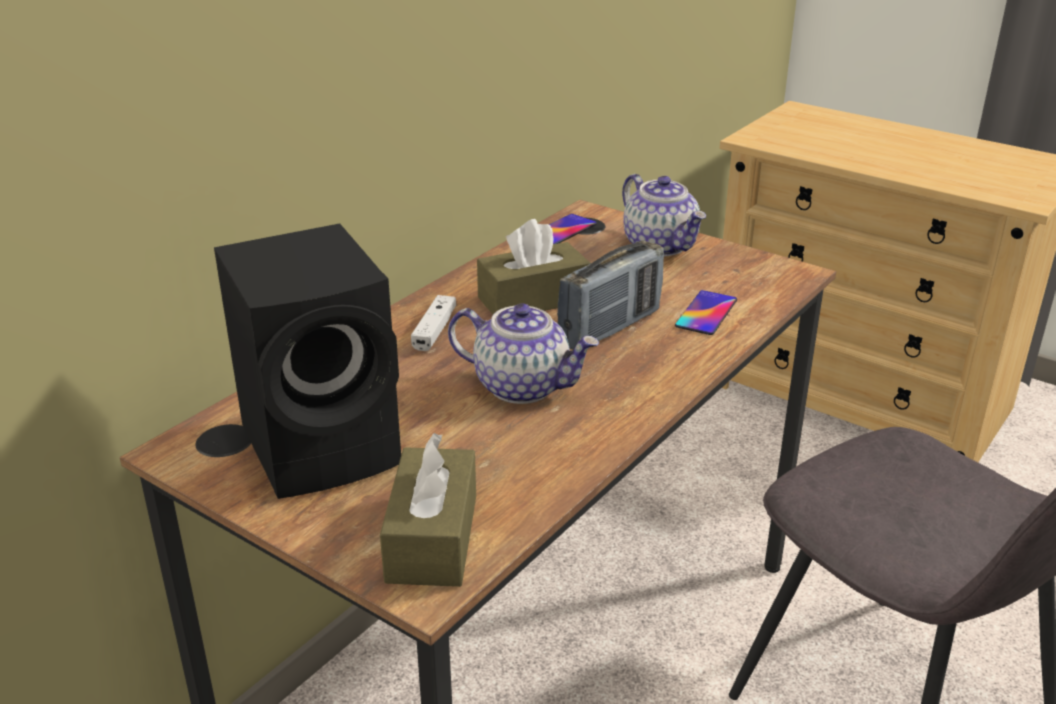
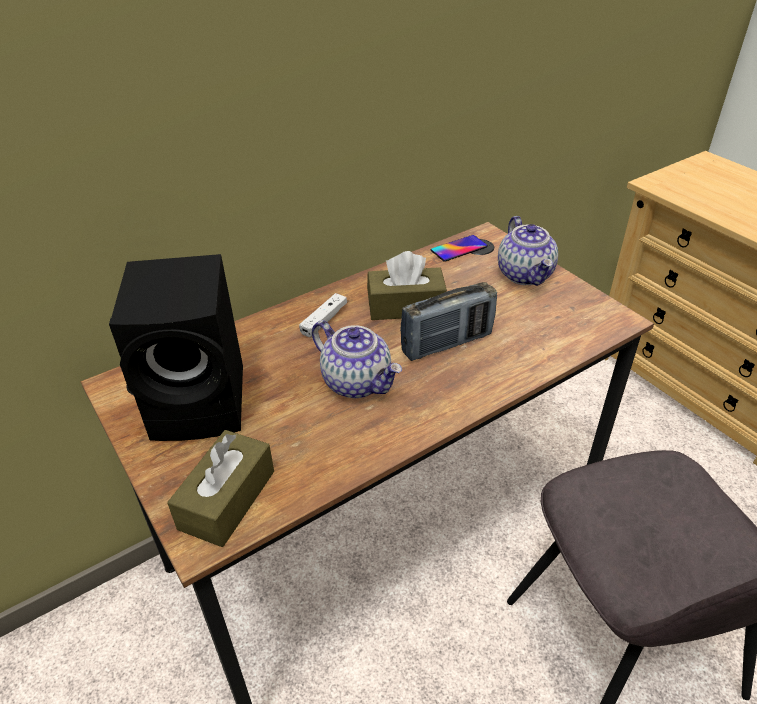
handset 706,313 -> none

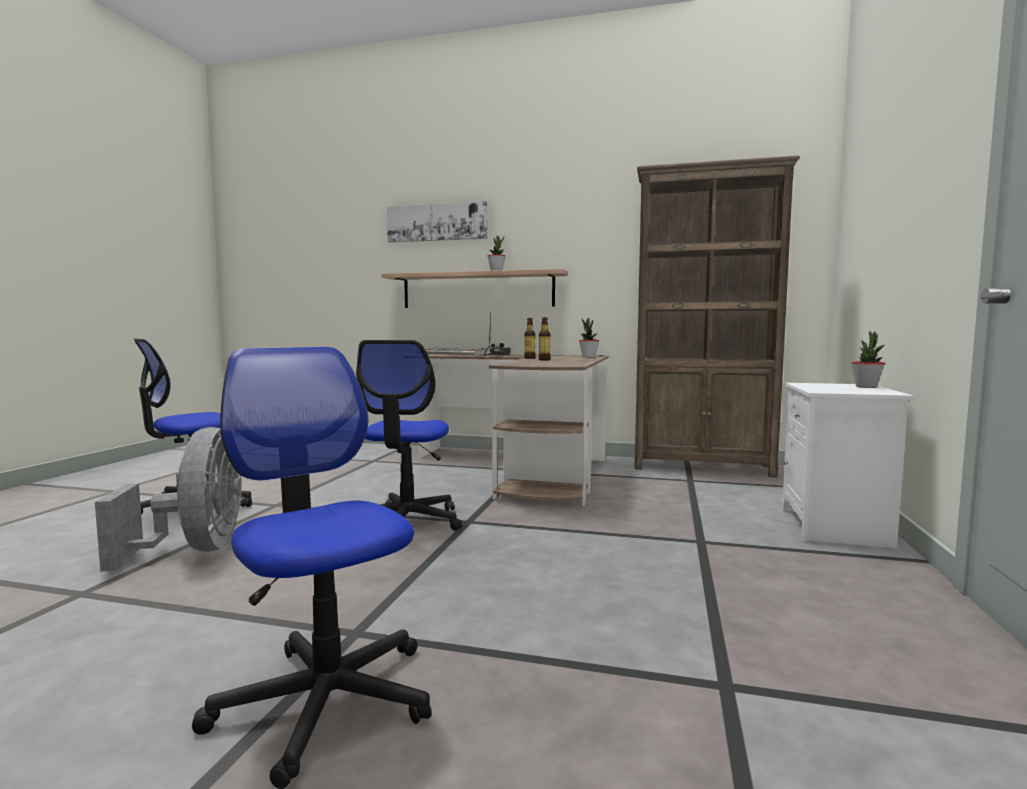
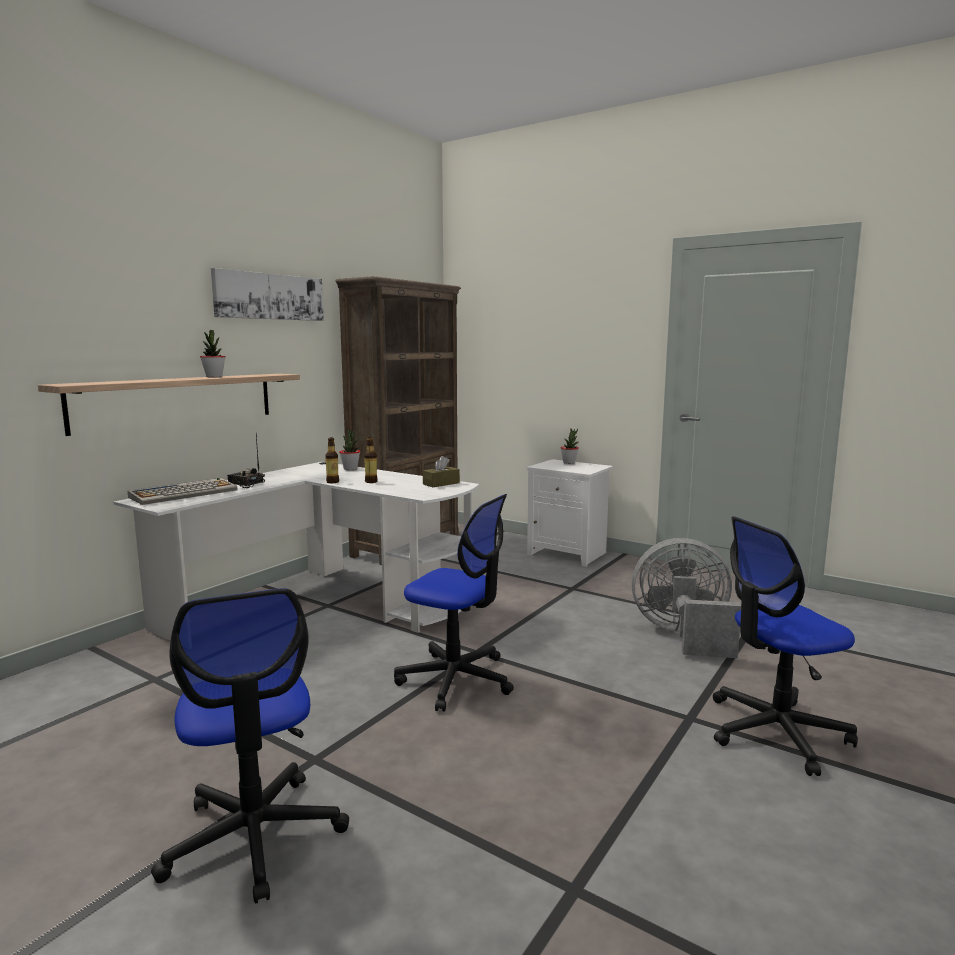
wall art 437,222 -> wall art 269,296, moved
brown desk 524,468 -> whitish desk 323,602
gray cooling fan 196,550 -> gray cooling fan 683,636, moved
none -> brown tissue box 441,483

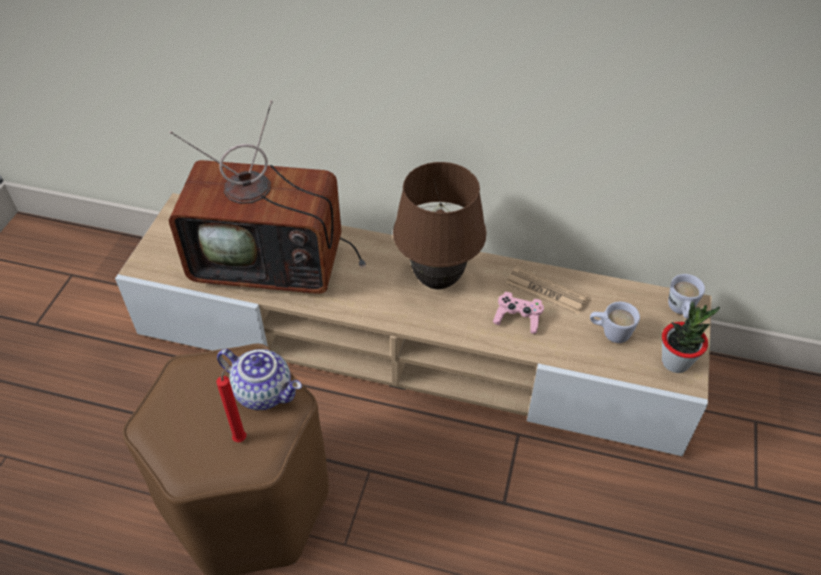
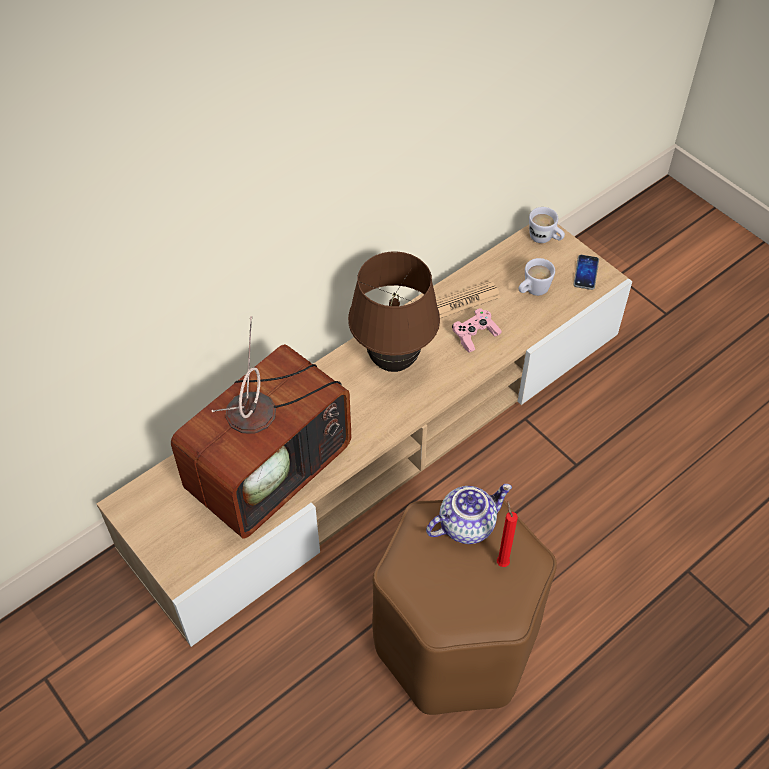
potted plant 675,362 -> handset 586,273

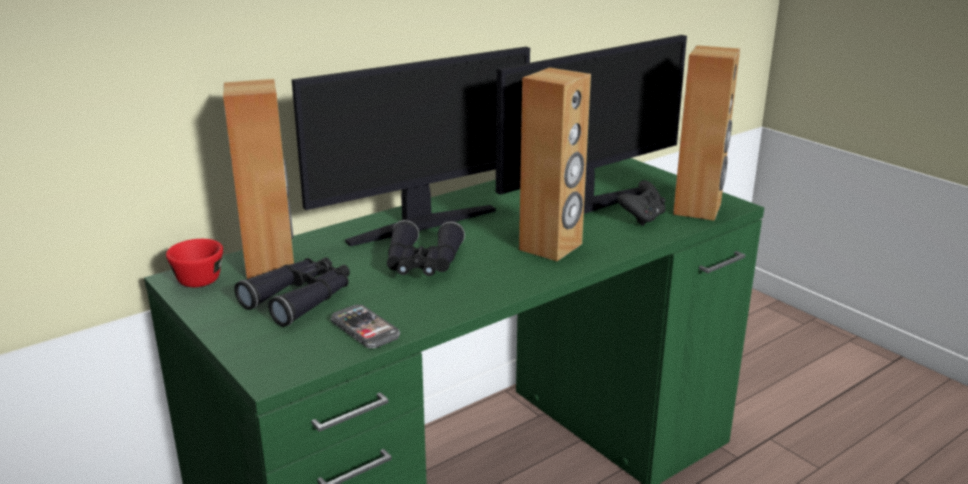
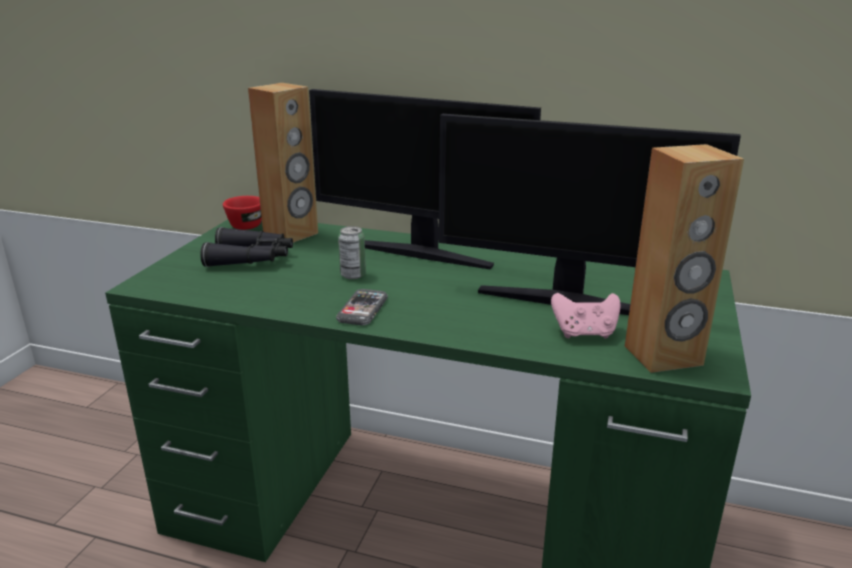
brown loudspeaker 551,247 -> none
black-coloured joypad 642,219 -> pink-coloured joypad 584,333
black-coloured binoculars 423,263 -> sealed can 353,275
handset 365,329 -> handset 362,309, moved

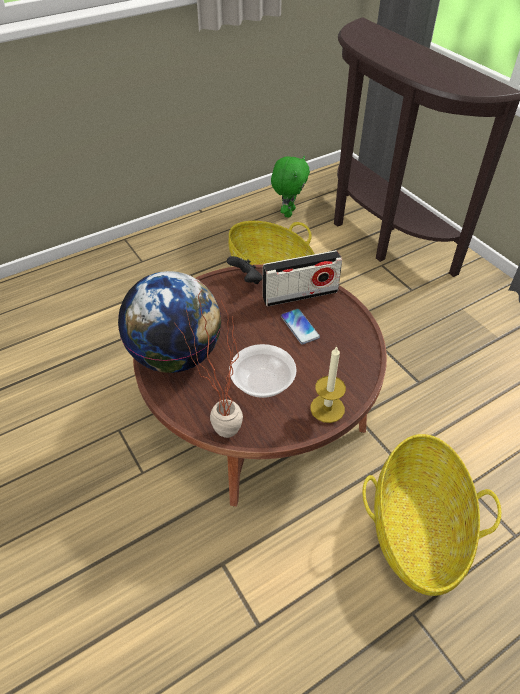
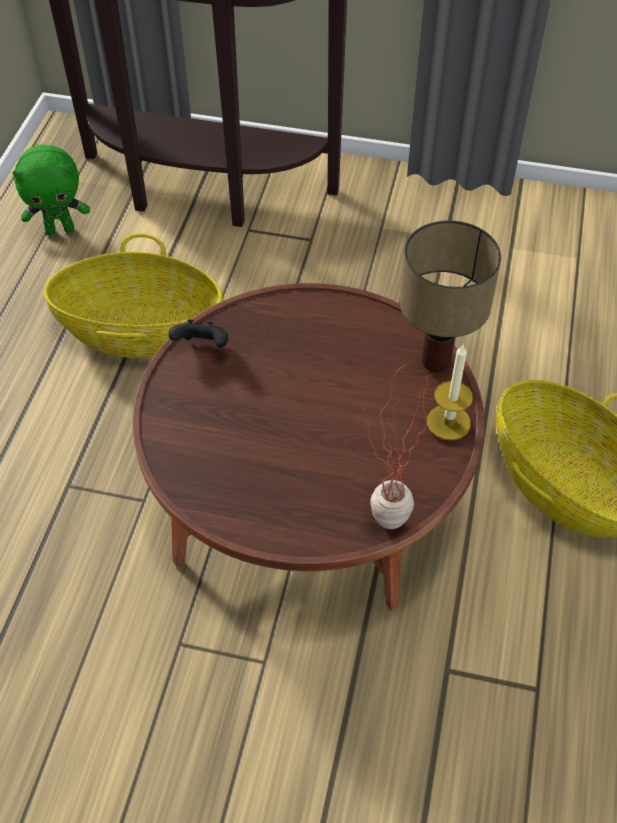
green soft toy 288,212 -> green soft toy 60,229, 105 degrees clockwise
radio set 300,295 -> none
desk globe 176,356 -> none
handset 300,327 -> none
bowl 263,382 -> none
none -> table lamp 437,362

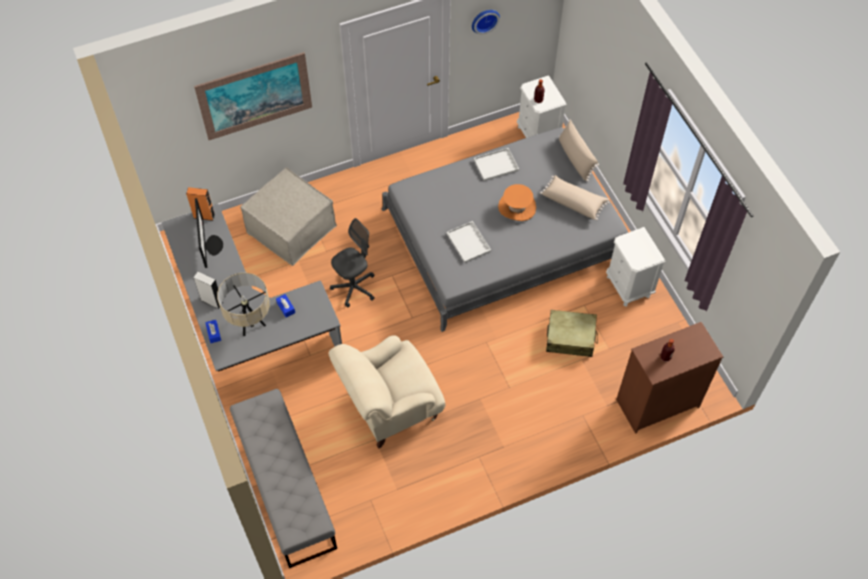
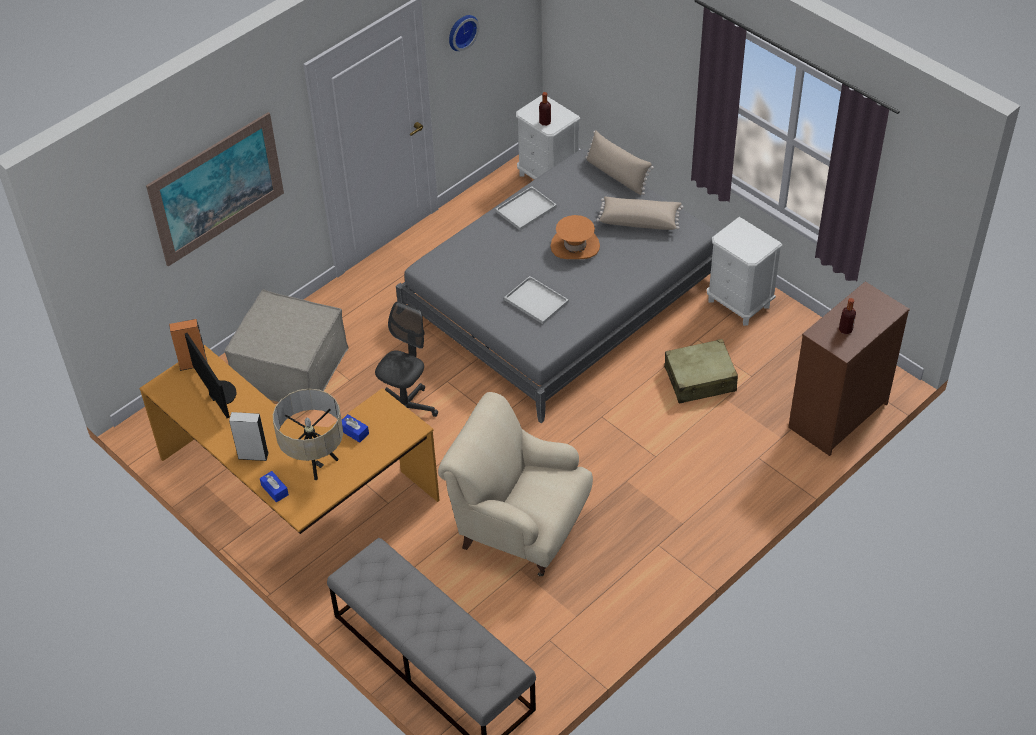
gray desk 249,331 -> orange-coloured desk 294,502
beige-coloured lounge chair 390,407 -> beige-coloured lounge chair 519,527, 75 degrees clockwise

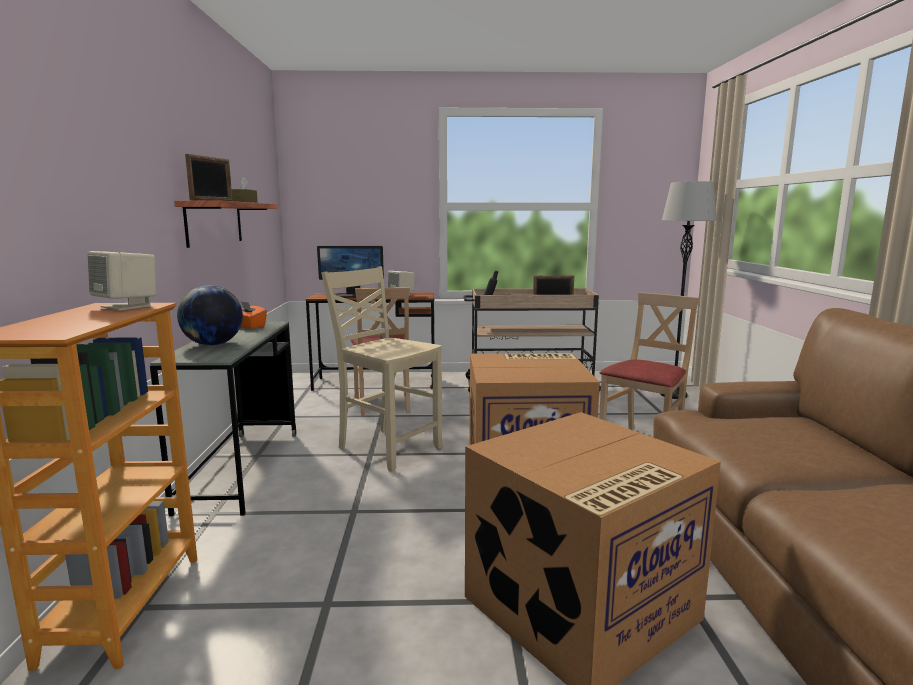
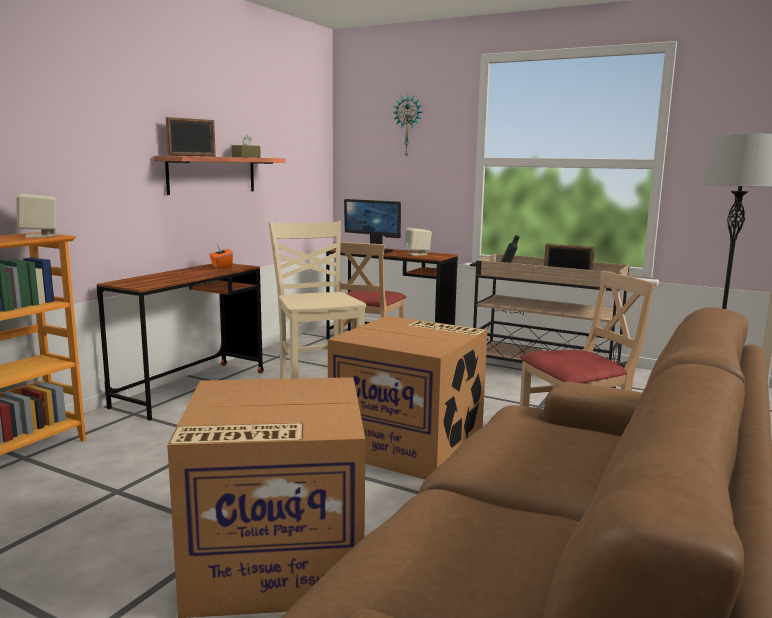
desk globe 213,344 -> none
gray desk 242,469 -> brown desk 191,389
none -> hanging clock 408,126

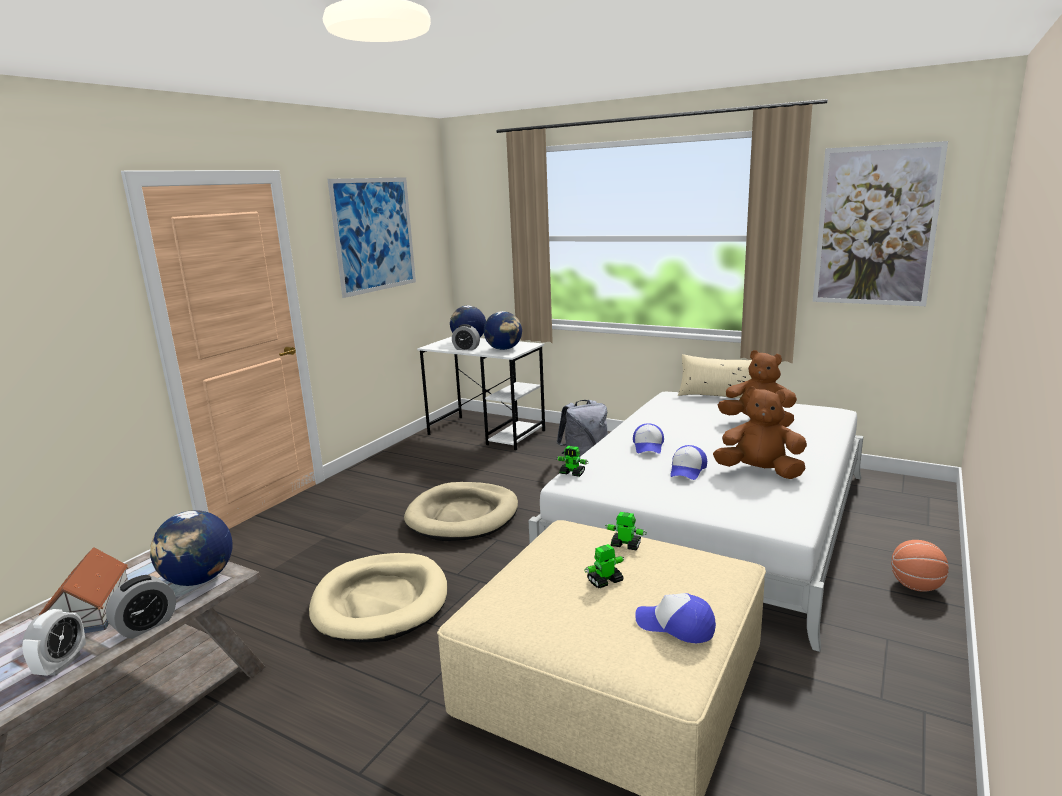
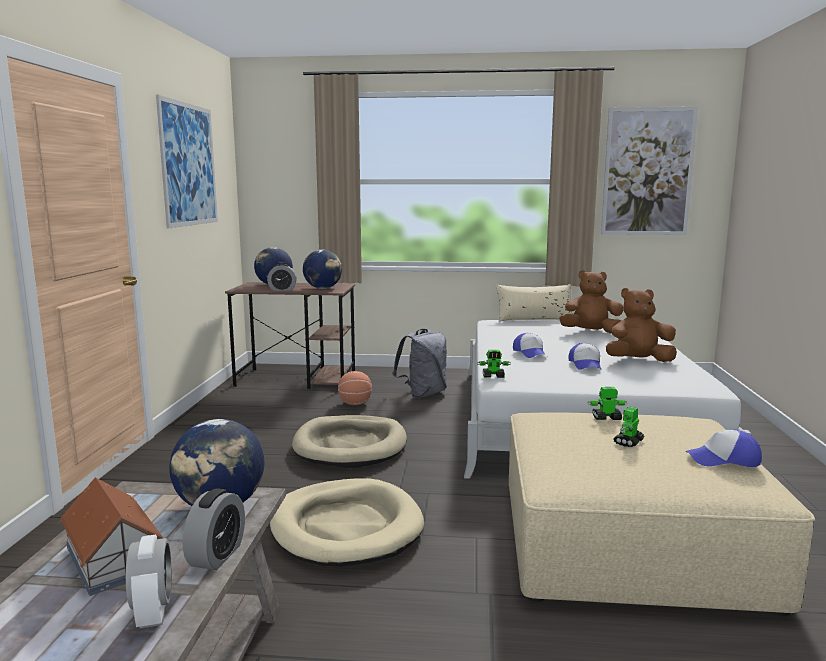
whitish desk 487,432 -> brown desk 297,379
basketball 916,586 -> basketball 355,404, moved

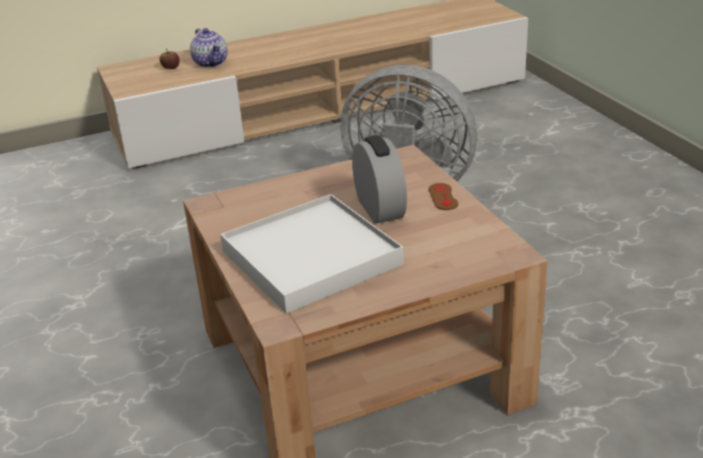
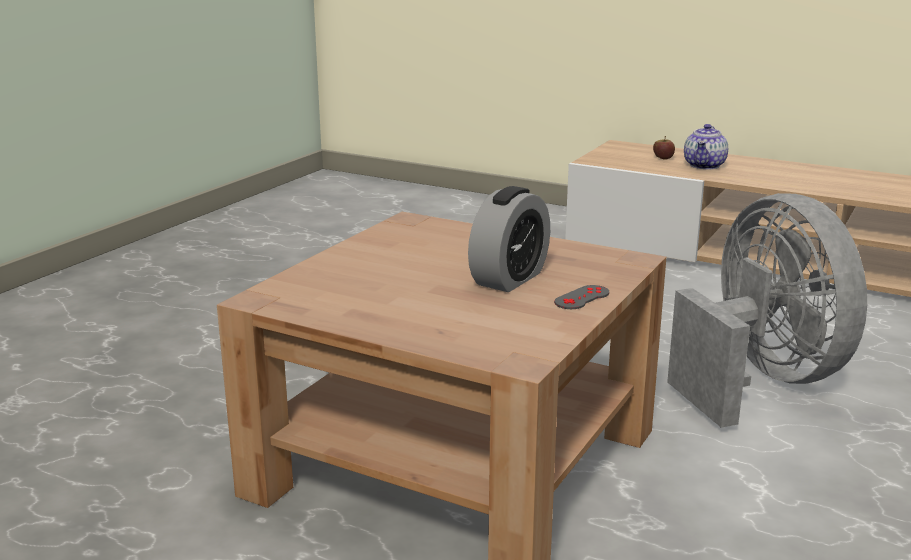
brown joypad 443,197 -> gray joypad 582,298
whitish carrying tray 311,257 -> none

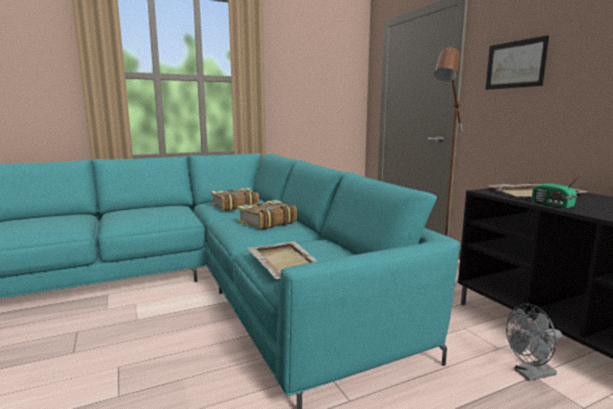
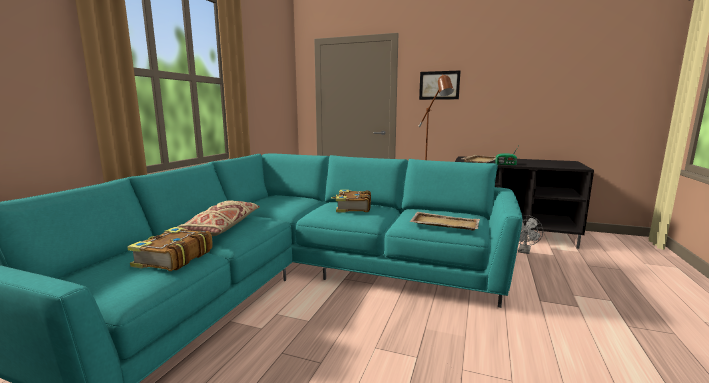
book 234,206 -> book 172,258, moved
none -> beige-coloured cushion 222,228

